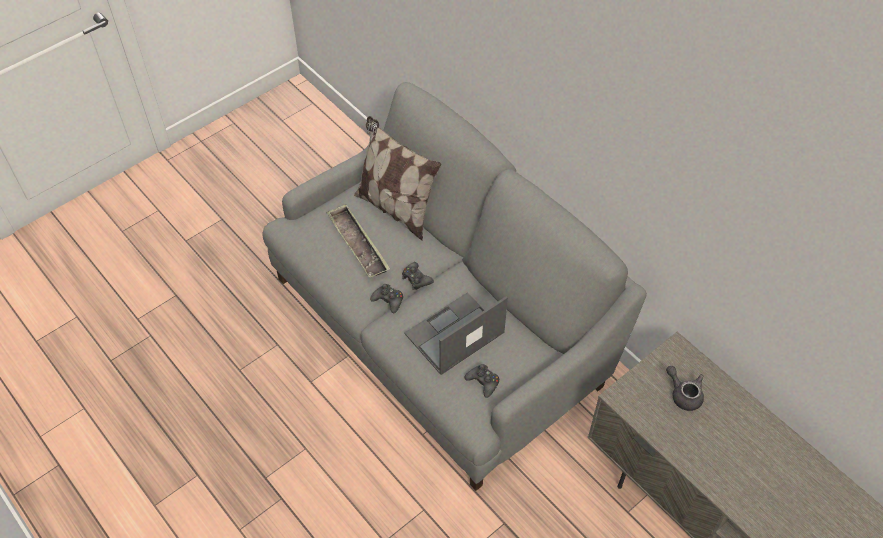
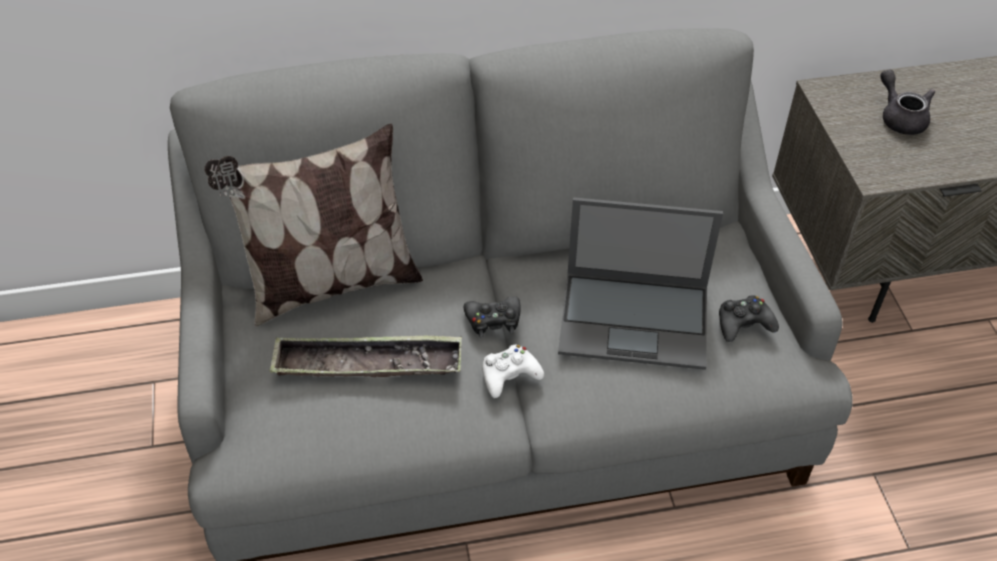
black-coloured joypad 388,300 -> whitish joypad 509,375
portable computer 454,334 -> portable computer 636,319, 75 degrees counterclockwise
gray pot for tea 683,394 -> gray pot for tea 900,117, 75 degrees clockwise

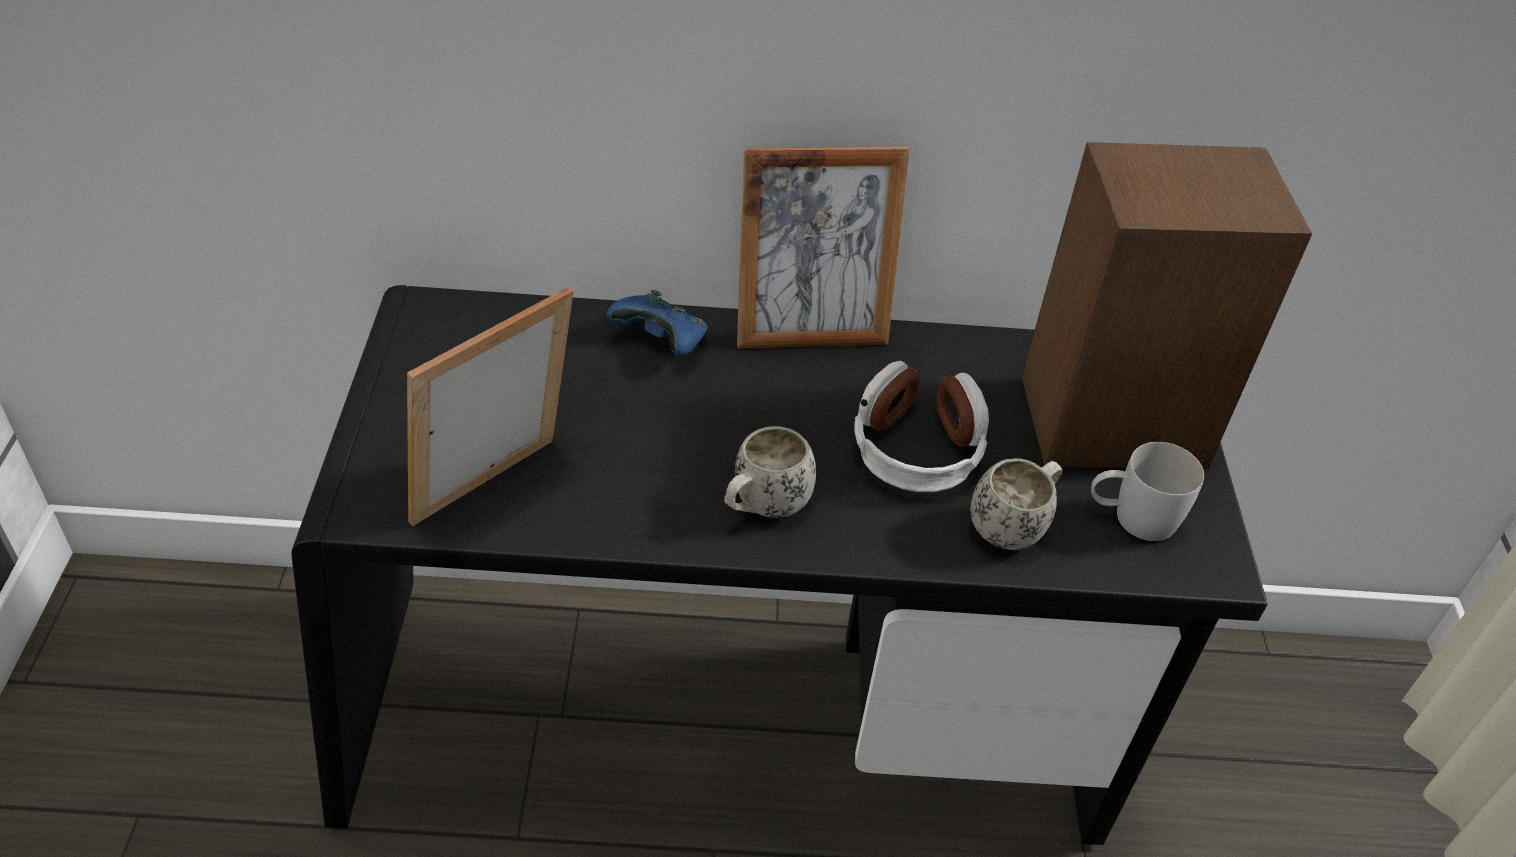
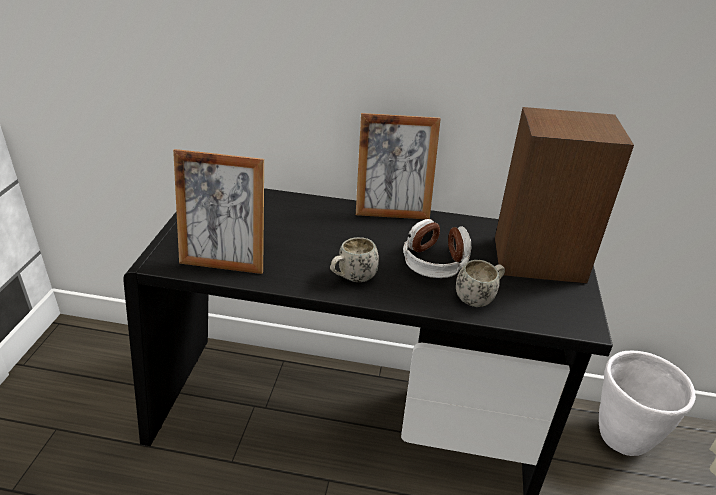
photo frame 497,493 -> photo frame 224,261, 135 degrees counterclockwise
blue-coloured joypad 662,342 -> none
whitish tea mug 1131,517 -> none
none -> whitish planter 623,436

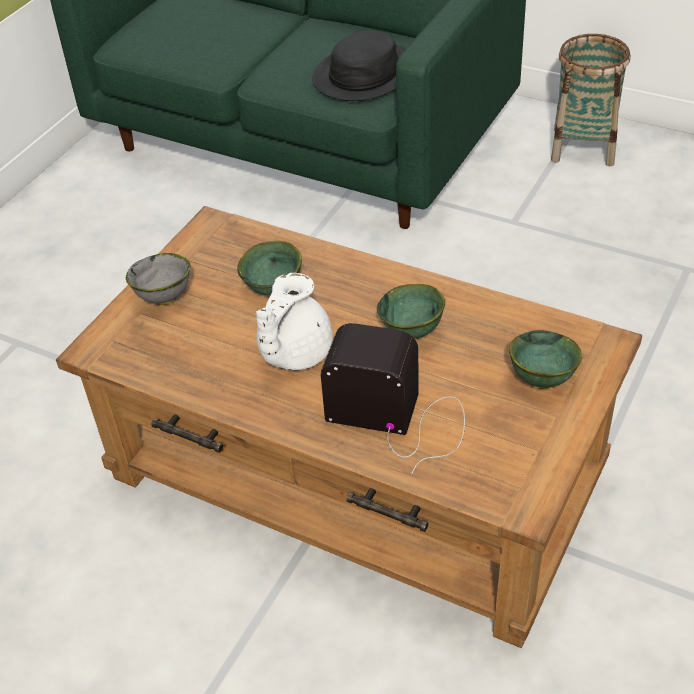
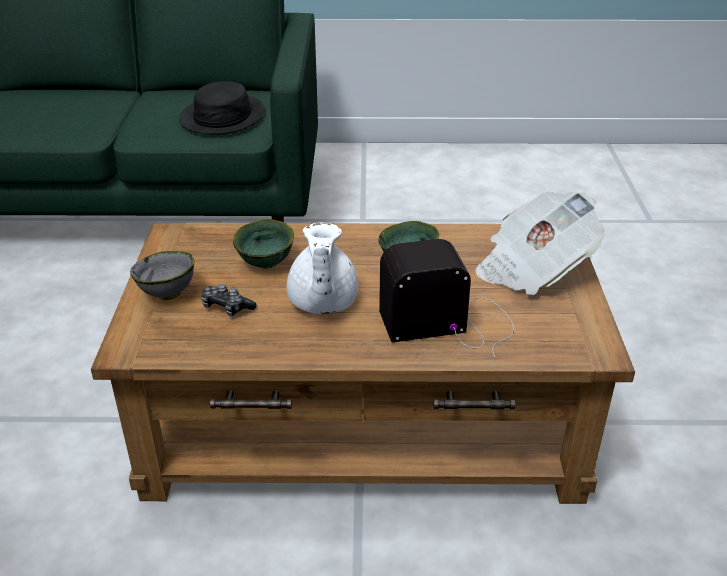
household basket 583,147 -> none
green bowl 540,379 -> daily paper 533,268
none -> joypad 226,307

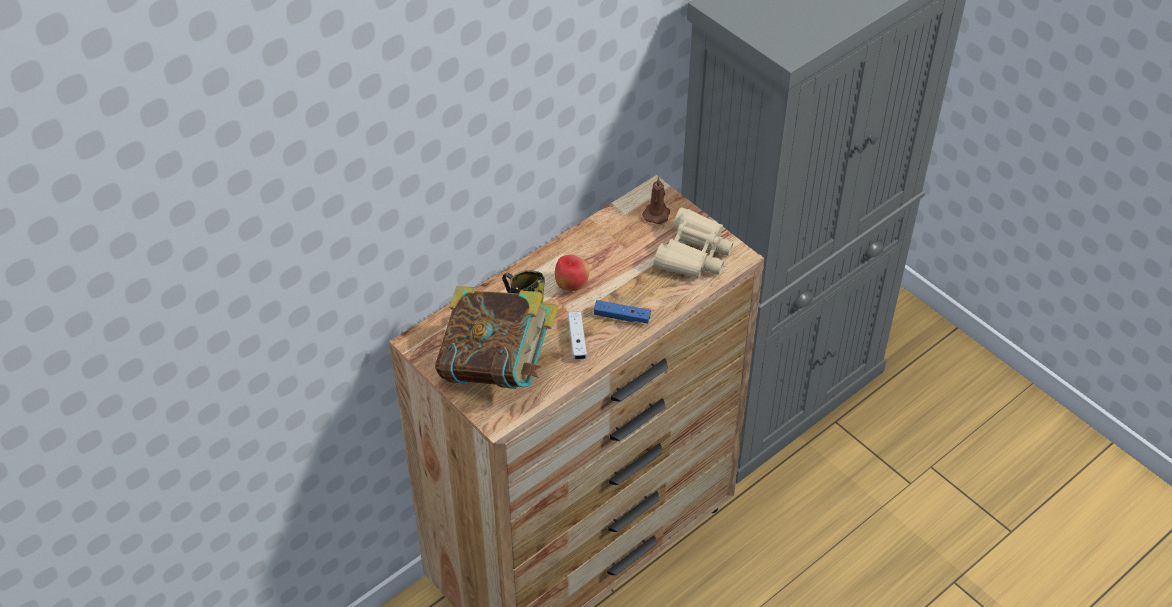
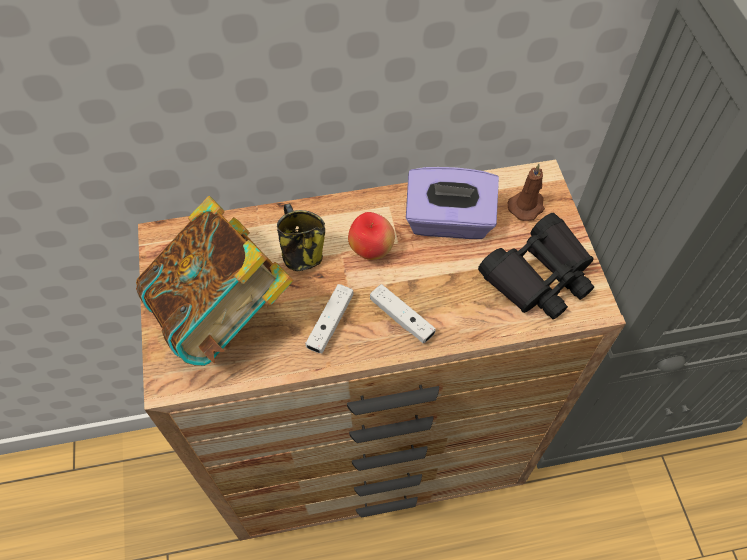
beige-coloured binoculars 693,254 -> black-coloured binoculars 539,277
blue-coloured joypad 622,317 -> whitish joypad 401,318
none -> purplish tissue box 448,222

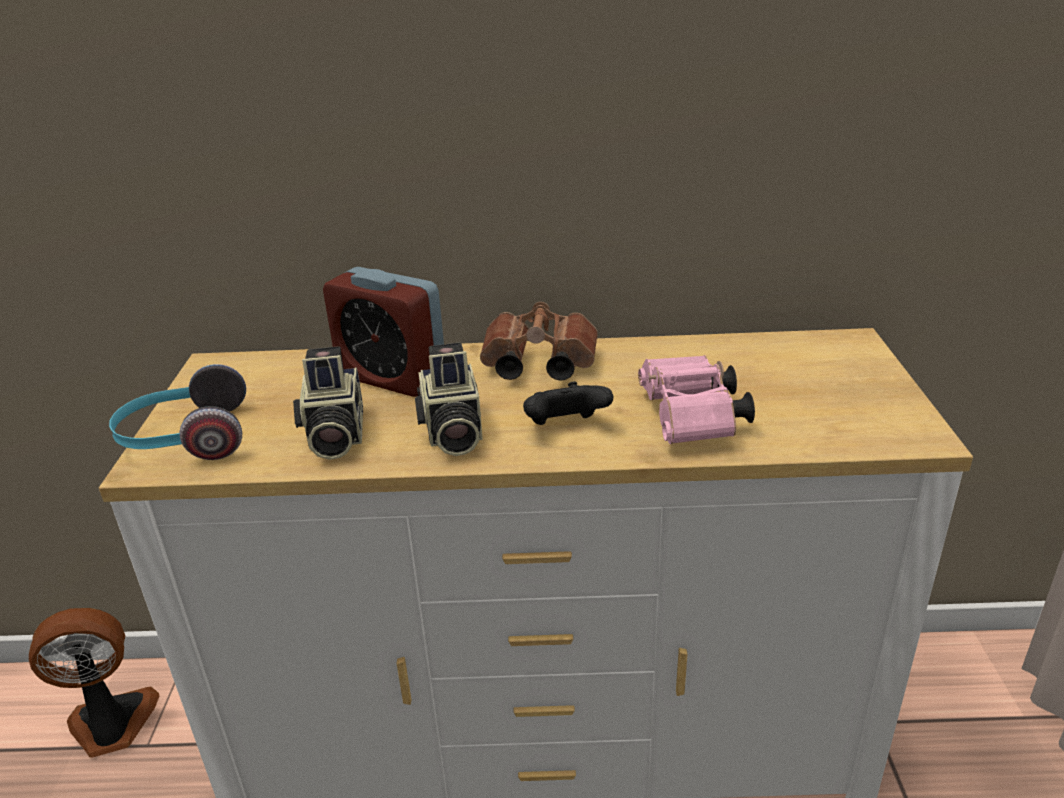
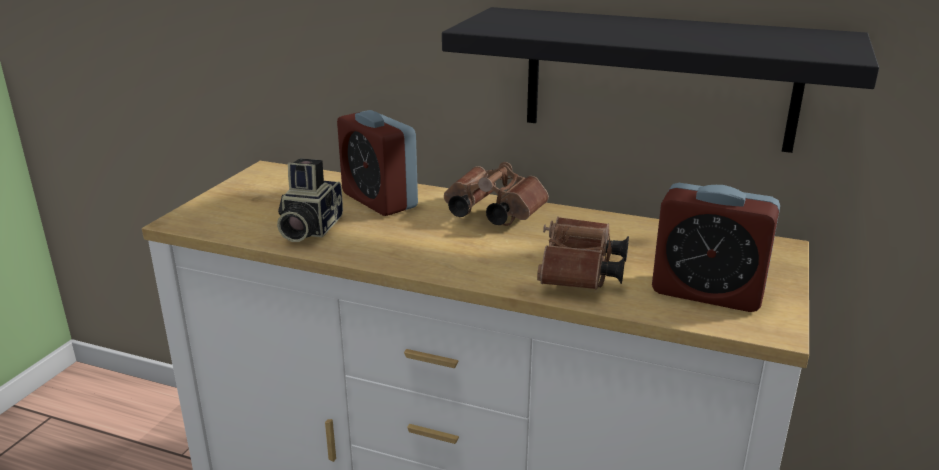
still camera 451,432 -> none
pink-coloured binoculars 692,421 -> brown binoculars 580,275
headphones 185,439 -> none
black-coloured joypad 565,427 -> none
cooling fan 112,725 -> none
none -> black-coloured wall shelf 659,79
none -> alarm clock 707,292

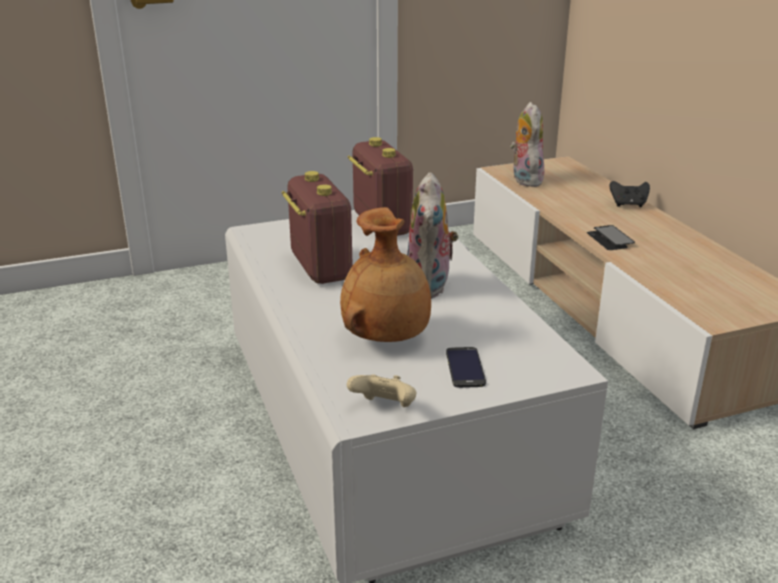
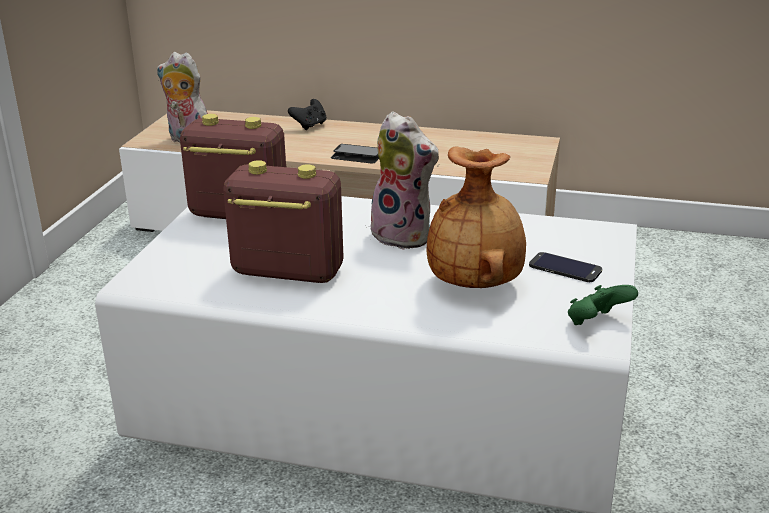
beige-coloured joypad 384,408 -> green joypad 596,323

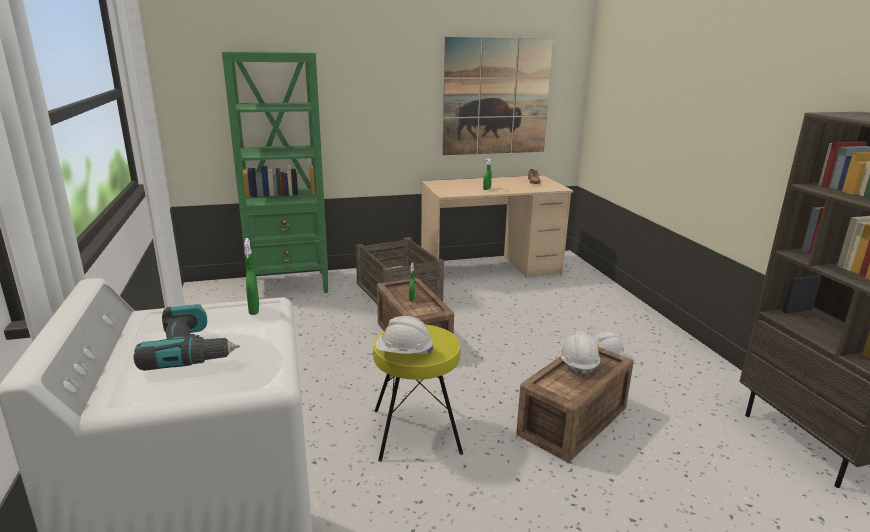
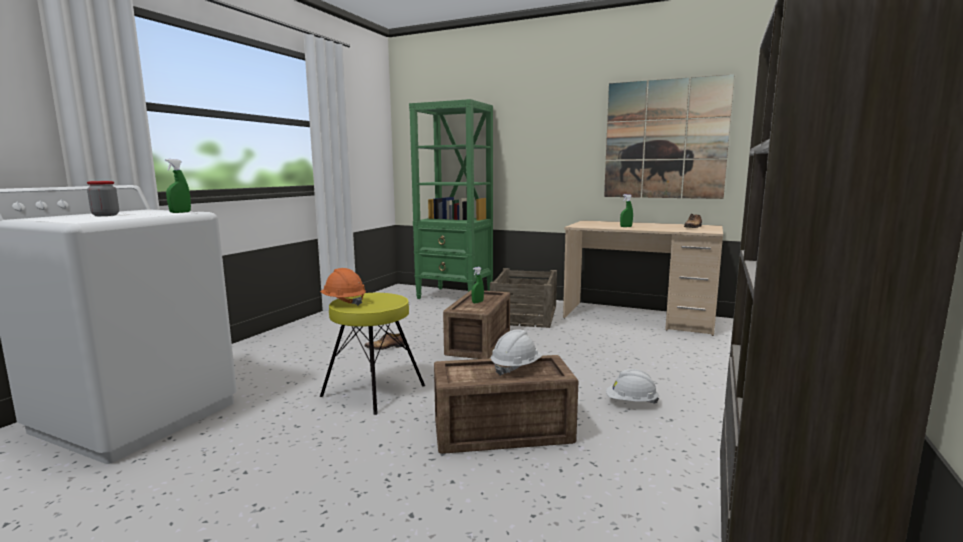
electric drill 192,350 -> preserve jar 105,215
whitish safety helmet 404,353 -> orange-coloured safety helmet 343,302
none -> item of footwear 386,347

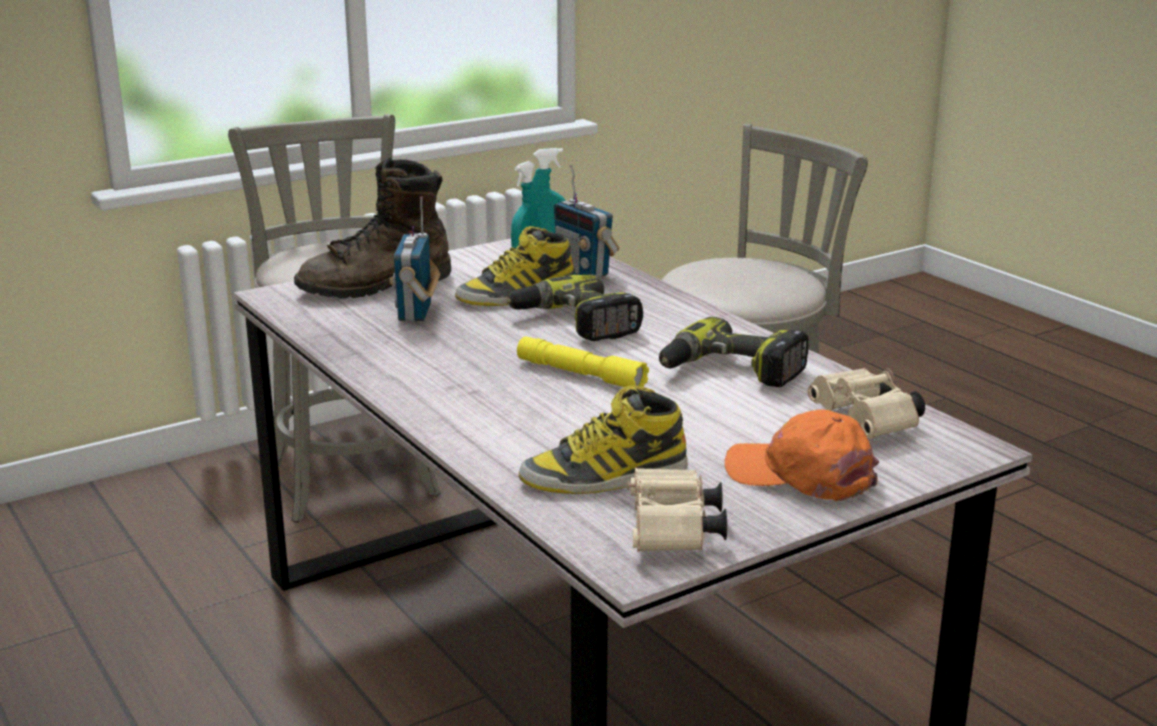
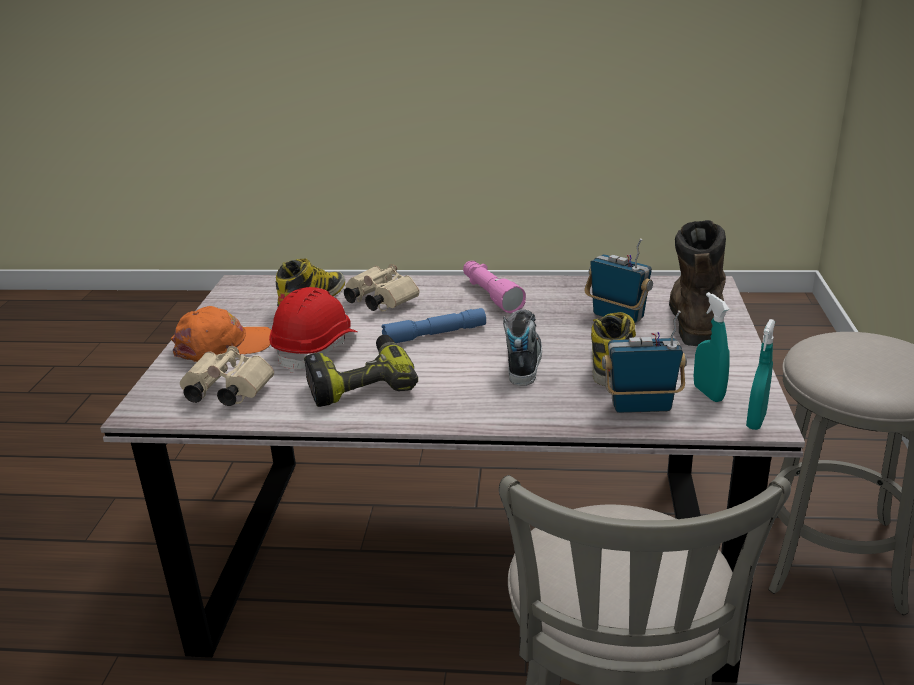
electric drill 574,324 -> item of footwear 523,361
yellow torch 580,375 -> blue-coloured torch 435,334
beige-coloured binoculars 673,534 -> beige-coloured binoculars 378,301, moved
none -> pink-coloured torch 490,295
none -> reddish safety helmet 316,349

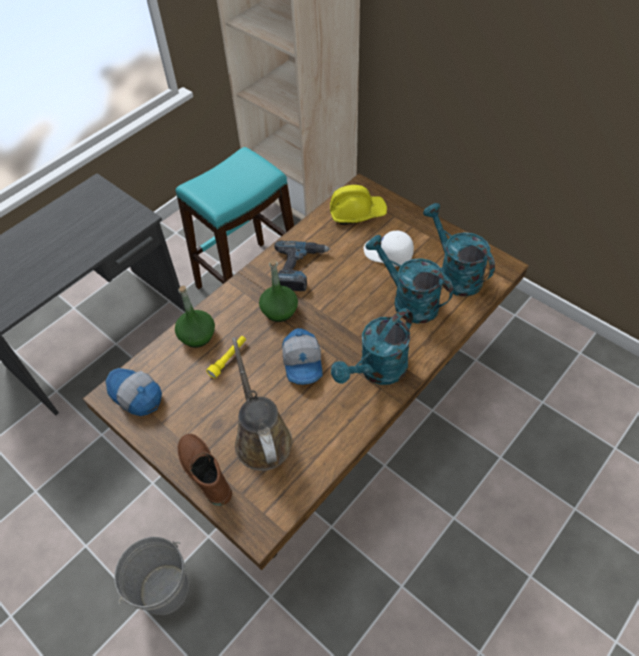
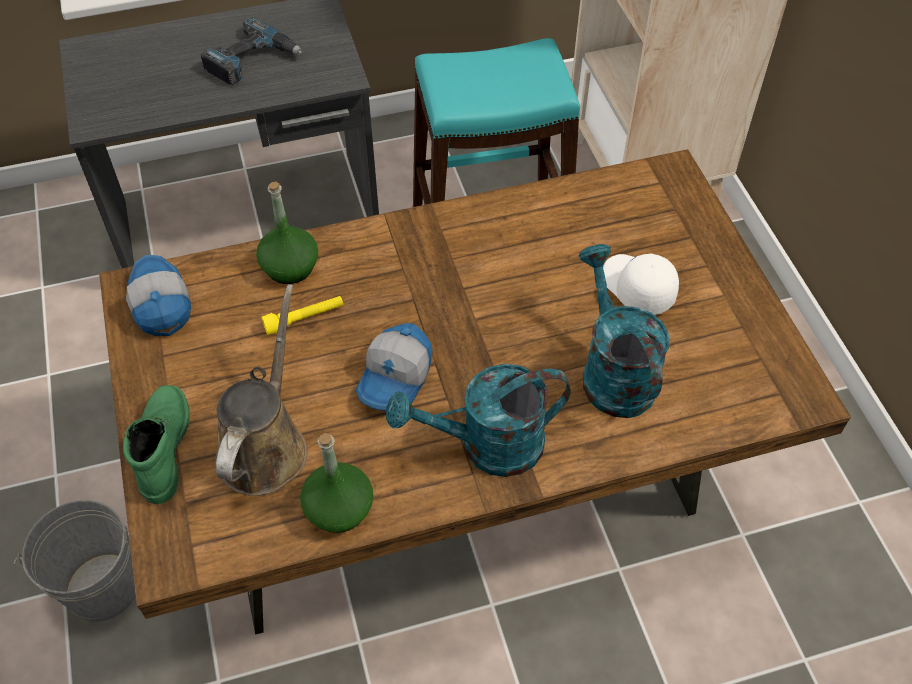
yellow safety helmet 357,213 -> none
turquoise watering pot 454,273 -> none
electric drill 300,269 -> electric drill 252,61, moved
green bottle 279,311 -> green bottle 338,509, moved
brown tall boot 203,472 -> green tall boot 162,447

